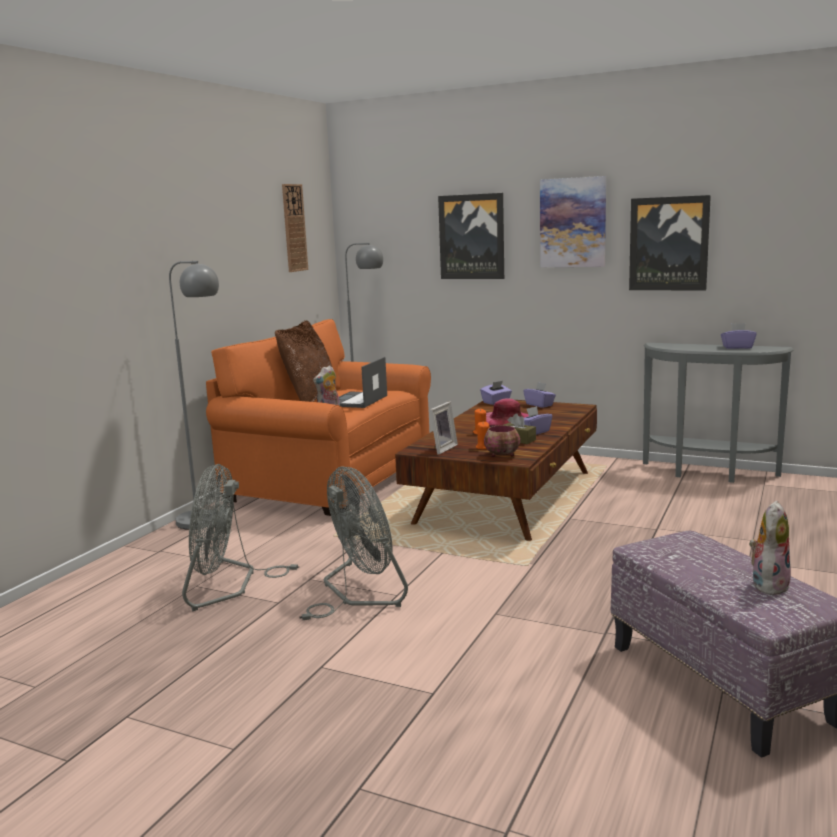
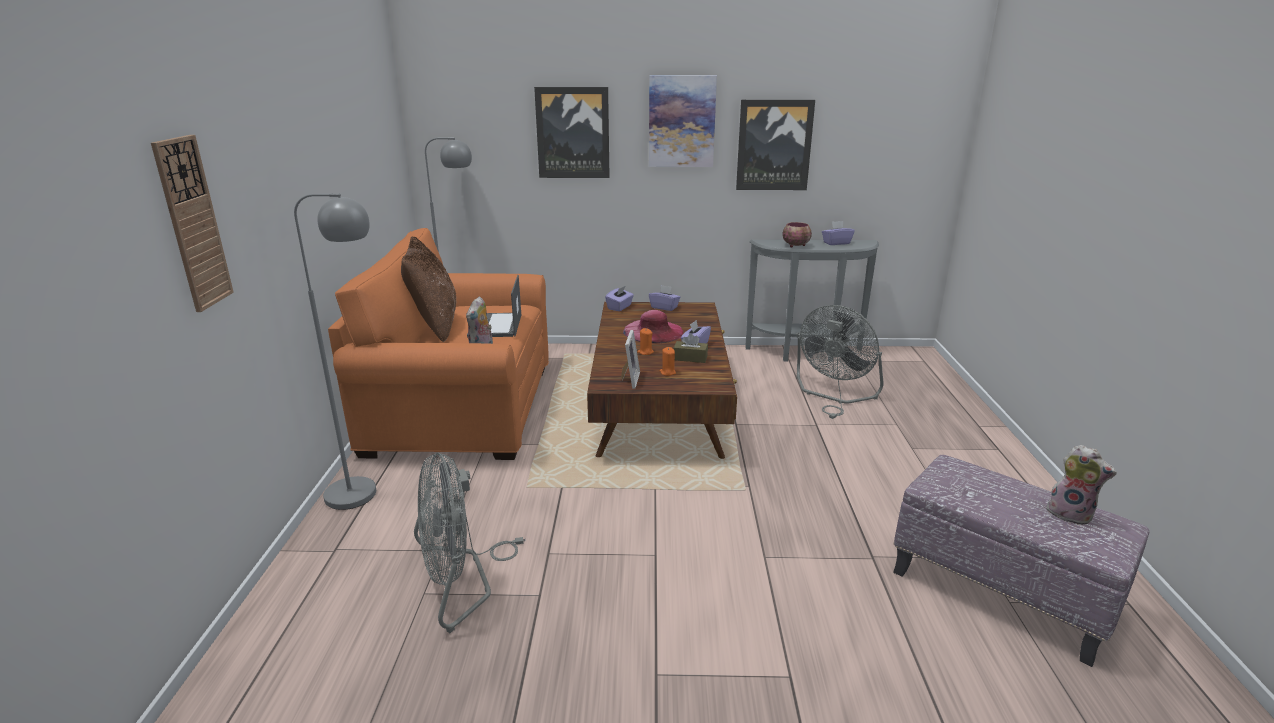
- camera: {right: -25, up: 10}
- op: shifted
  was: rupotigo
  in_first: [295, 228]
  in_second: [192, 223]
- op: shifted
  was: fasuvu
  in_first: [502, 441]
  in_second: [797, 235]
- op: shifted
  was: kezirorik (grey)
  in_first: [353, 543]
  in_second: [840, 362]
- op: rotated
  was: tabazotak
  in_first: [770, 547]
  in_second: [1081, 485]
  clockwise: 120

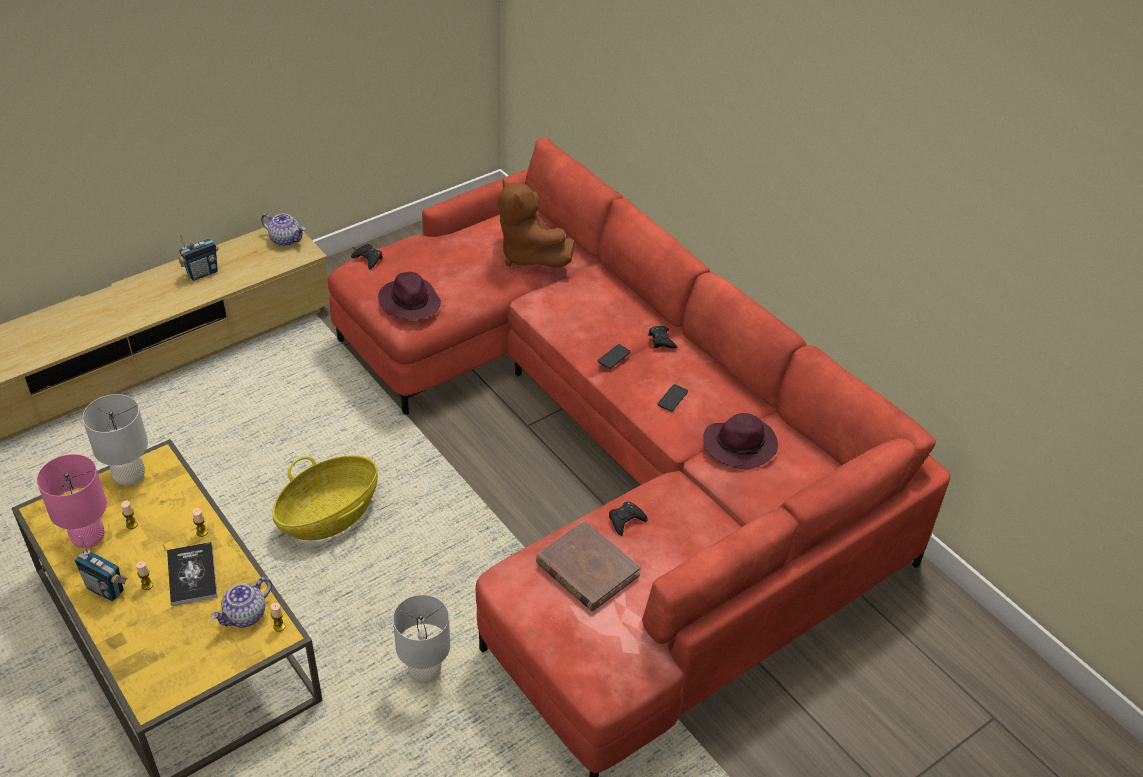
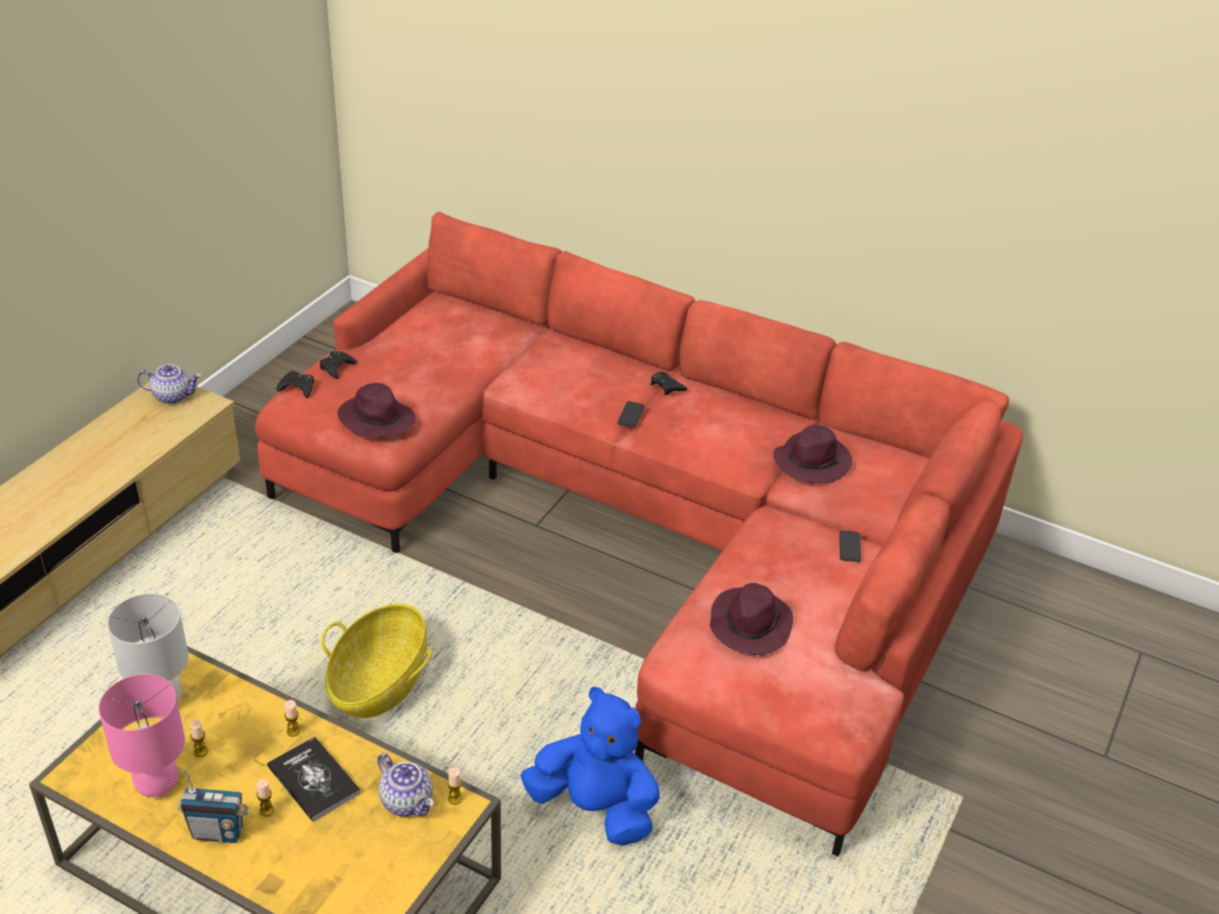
- camera: {right: -25, up: -5}
- op: gone
  was: tabazotak (brown)
  in_first: [536, 223]
- op: gone
  was: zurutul
  in_first: [198, 257]
- op: shifted
  was: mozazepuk
  in_first: [673, 397]
  in_second: [850, 546]
- op: shifted
  was: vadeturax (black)
  in_first: [628, 519]
  in_second: [338, 365]
- op: swapped
  was: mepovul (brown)
  now: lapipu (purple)
  in_first: [588, 565]
  in_second: [751, 619]
- op: rotated
  was: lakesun
  in_first: [241, 602]
  in_second: [405, 785]
  clockwise: -60
- op: swapped
  was: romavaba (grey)
  now: tabazotak (blue)
  in_first: [421, 639]
  in_second: [590, 766]

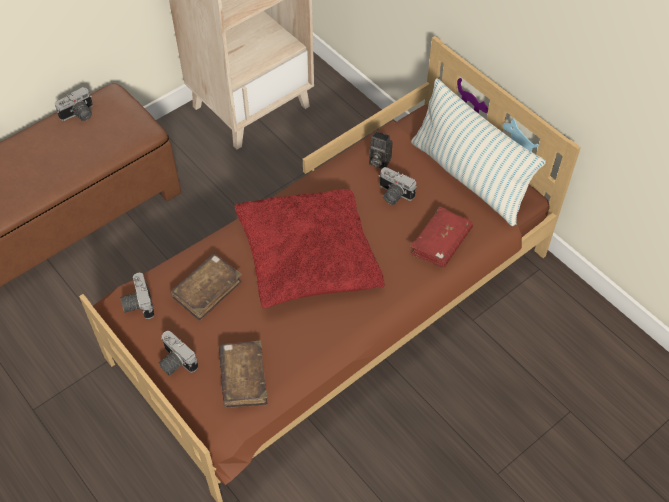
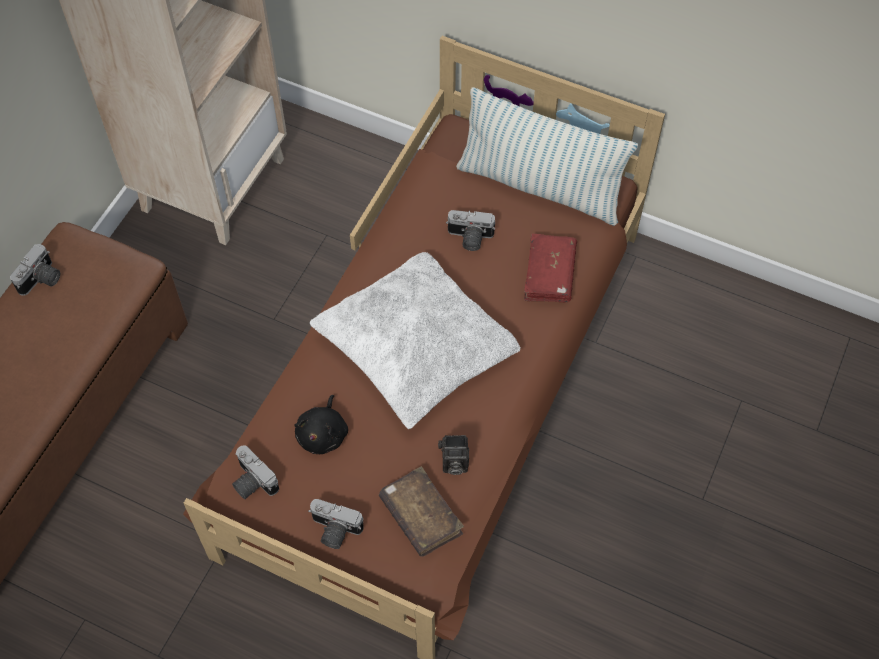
- camera: {right: -25, up: 5}
- op: shifted
  was: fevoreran
  in_first: [381, 150]
  in_second: [453, 455]
- op: repainted
  was: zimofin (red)
  now: zimofin (white)
  in_first: [310, 248]
  in_second: [415, 340]
- op: swapped
  was: mepovul (brown)
  now: tabazotak (black)
  in_first: [206, 287]
  in_second: [321, 424]

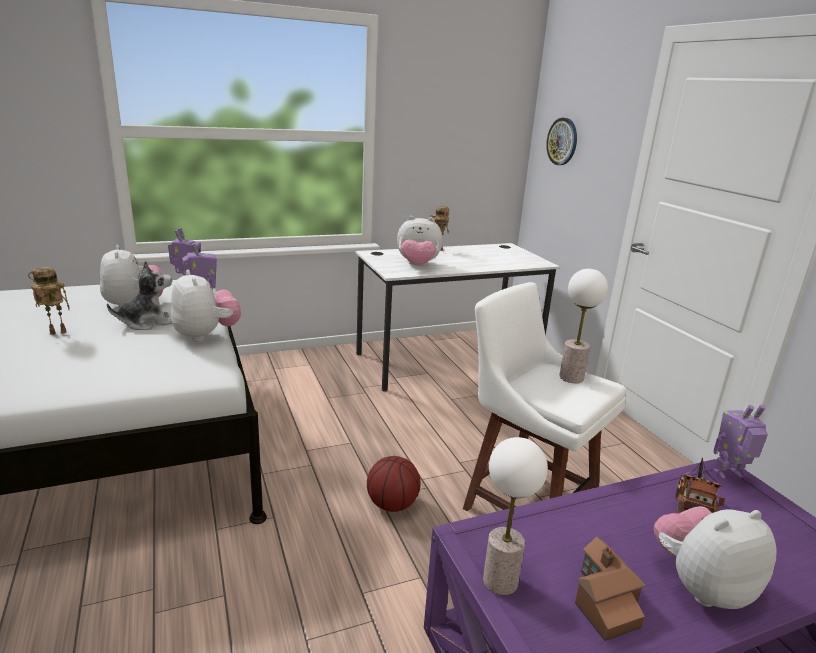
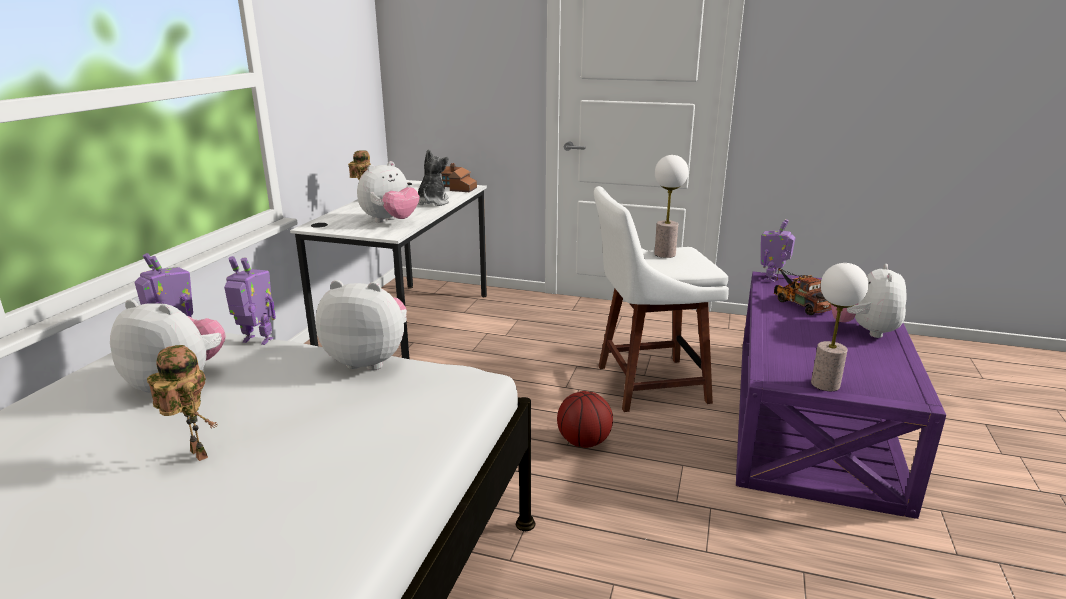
- camera: {right: -50, up: 0}
- op: gone
  was: rupotigo
  in_first: [561, 141]
- op: shifted
  was: tabazotak
  in_first: [139, 295]
  in_second: [433, 177]
- op: rotated
  was: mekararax
  in_first: [49, 301]
  in_second: [182, 403]
  clockwise: 120
- op: shifted
  was: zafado
  in_first: [610, 588]
  in_second: [459, 177]

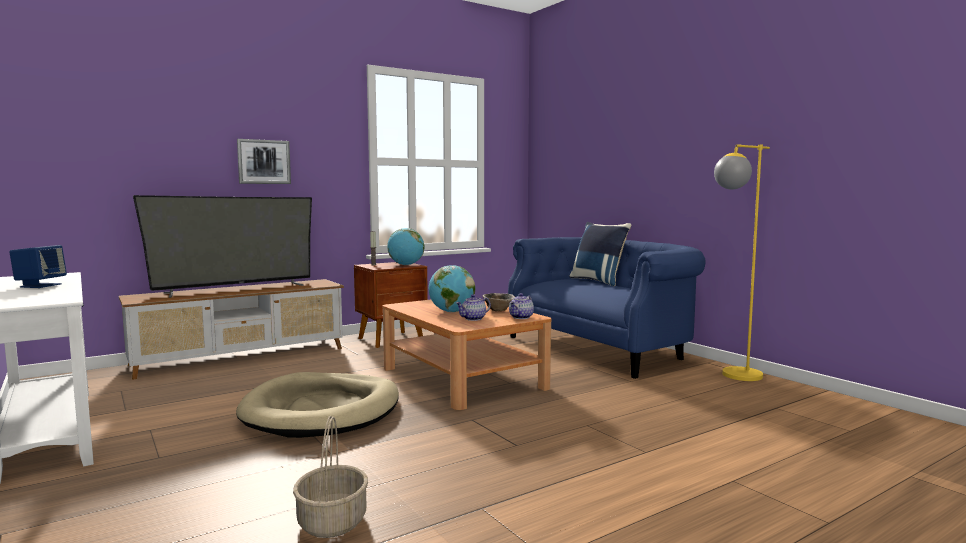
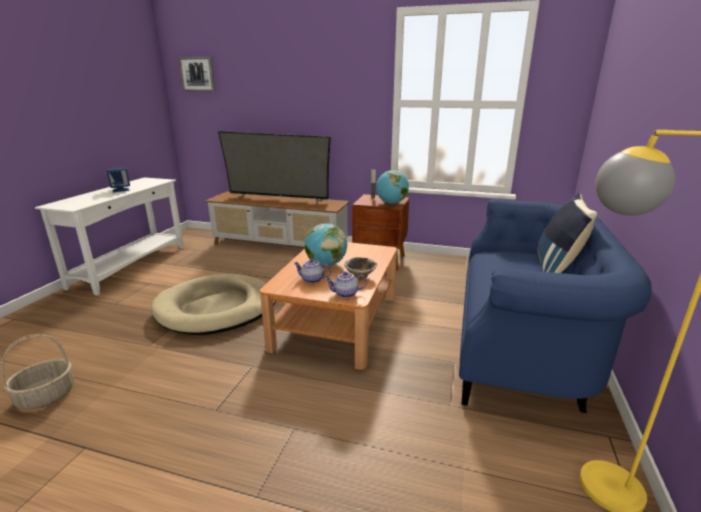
- camera: {right: 50, up: 15}
- op: shifted
  was: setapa
  in_first: [264, 161]
  in_second: [196, 74]

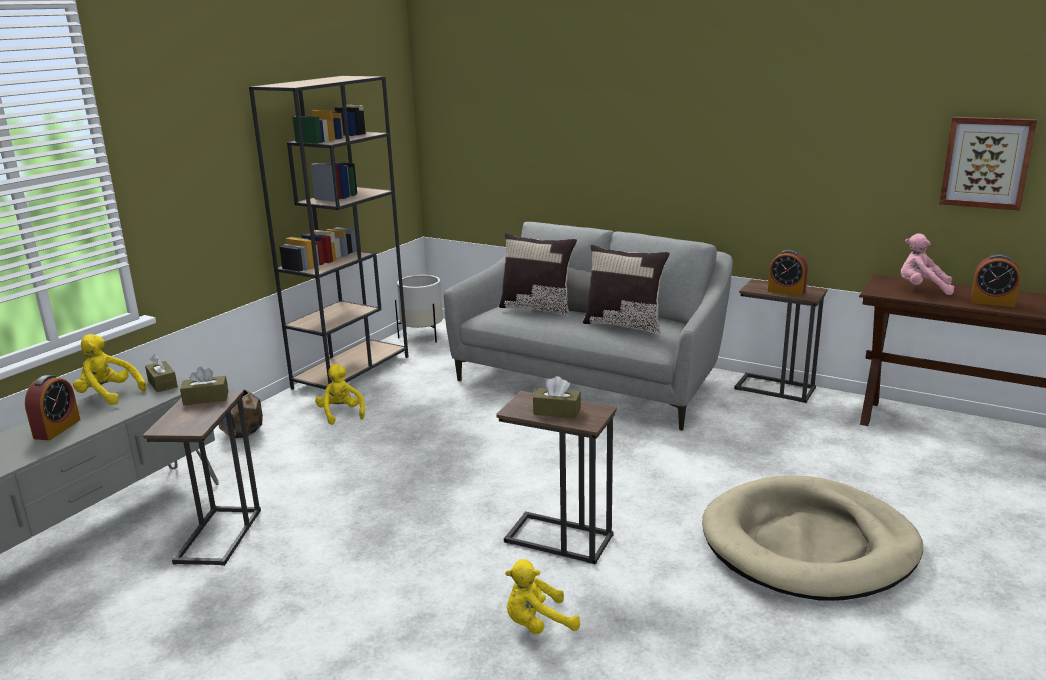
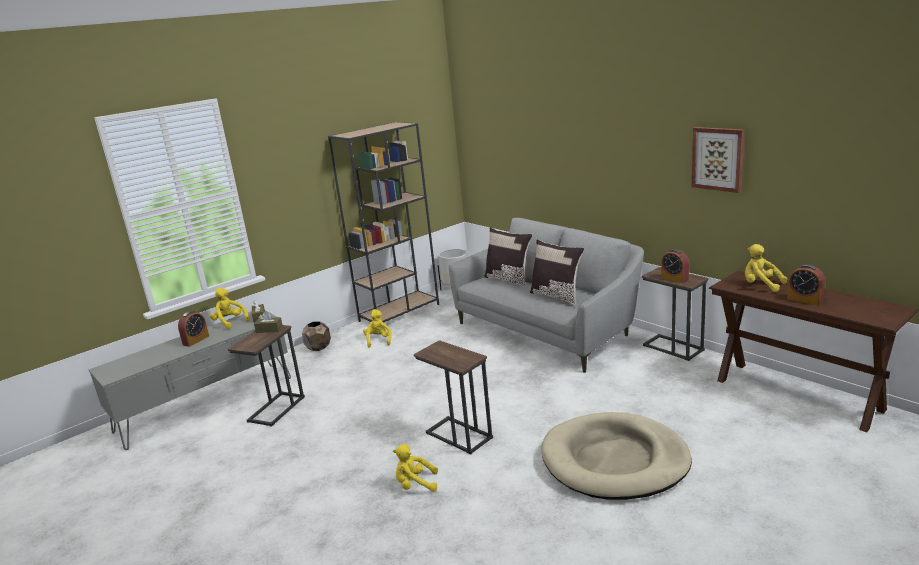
- camera: {right: 20, up: 0}
- op: shifted
  was: setapa
  in_first: [988, 164]
  in_second: [718, 160]
- op: repainted
  was: tabazotak (pink)
  now: tabazotak (yellow)
  in_first: [928, 264]
  in_second: [766, 268]
- op: gone
  was: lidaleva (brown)
  in_first: [557, 397]

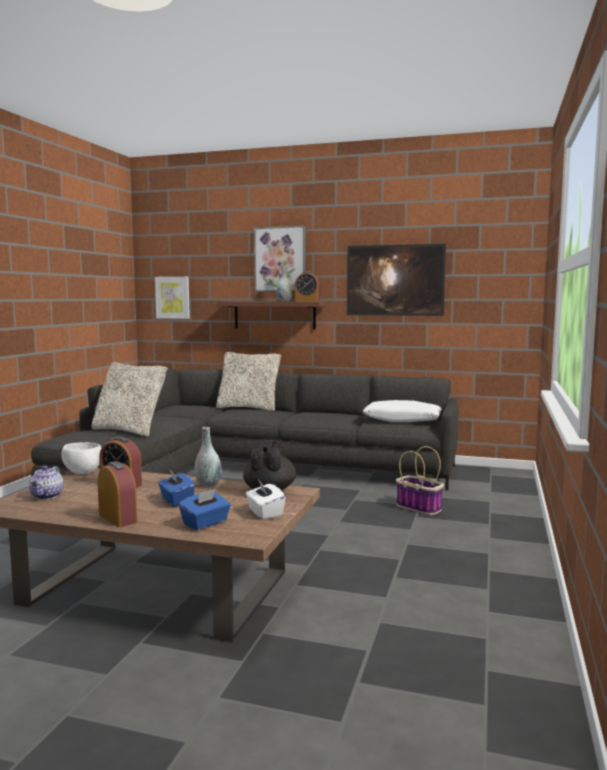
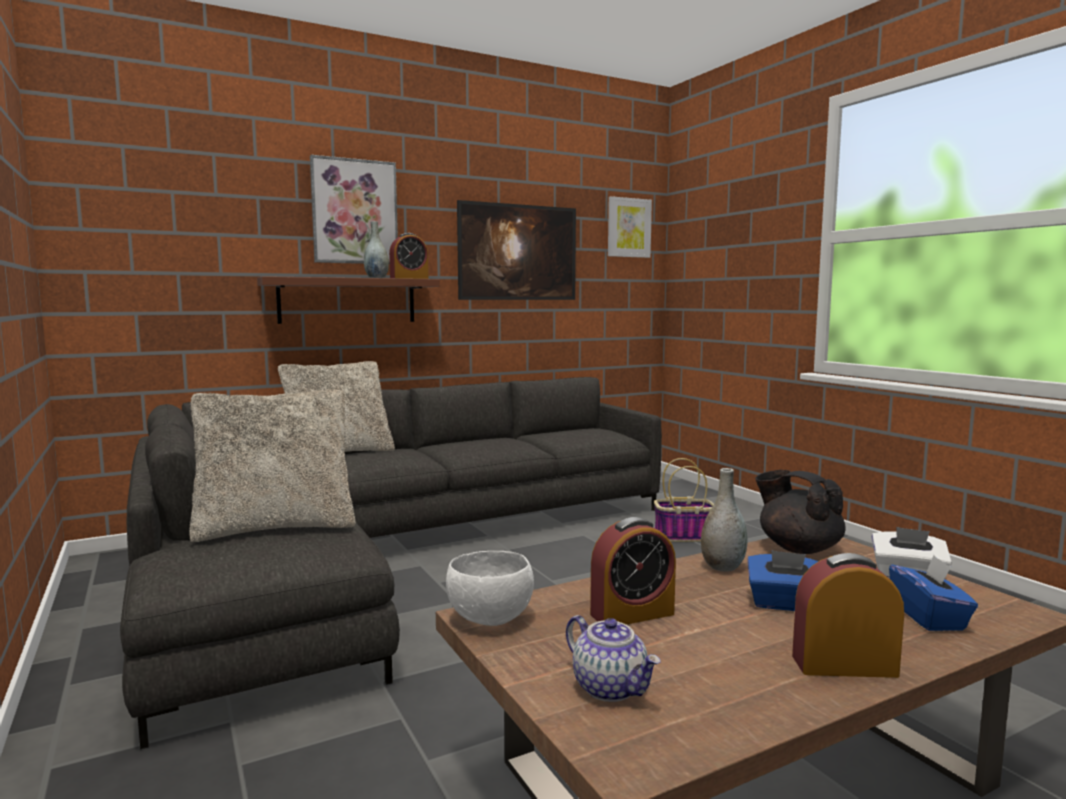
- camera: {right: -45, up: 0}
- op: shifted
  was: setapa
  in_first: [172, 298]
  in_second: [630, 227]
- op: gone
  was: zimofin (white)
  in_first: [402, 411]

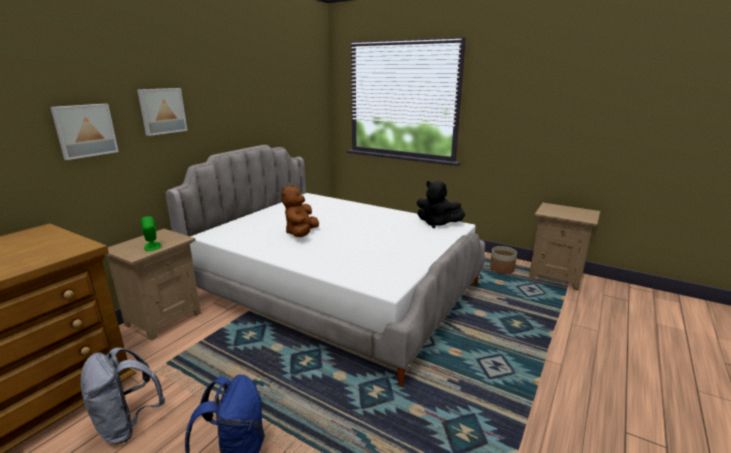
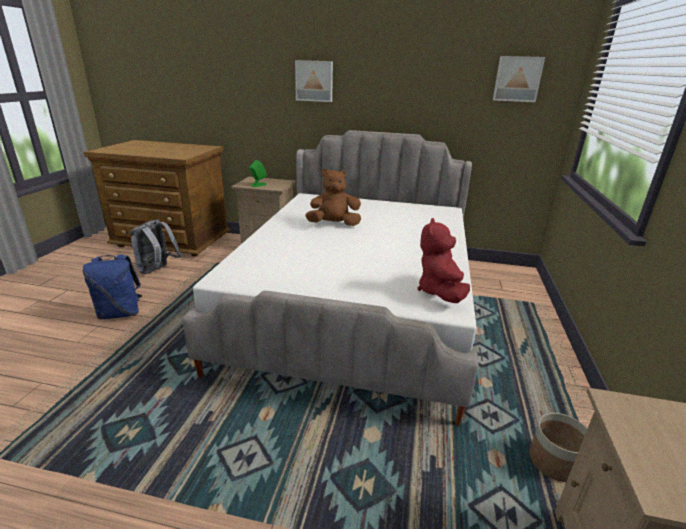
- camera: {right: 70, up: 5}
- op: shifted
  was: setapa
  in_first: [84, 132]
  in_second: [519, 79]
- op: repainted
  was: tabazotak (black)
  now: tabazotak (red)
  in_first: [441, 204]
  in_second: [443, 260]

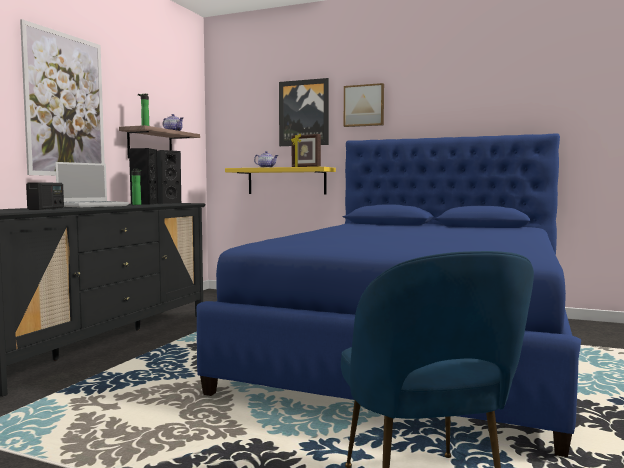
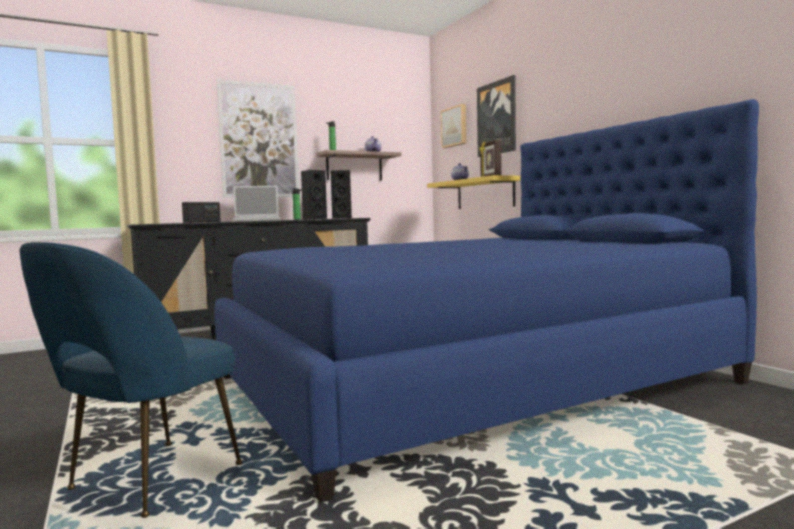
- camera: {right: 40, up: 0}
- op: shifted
  was: setapa
  in_first: [364, 105]
  in_second: [453, 126]

